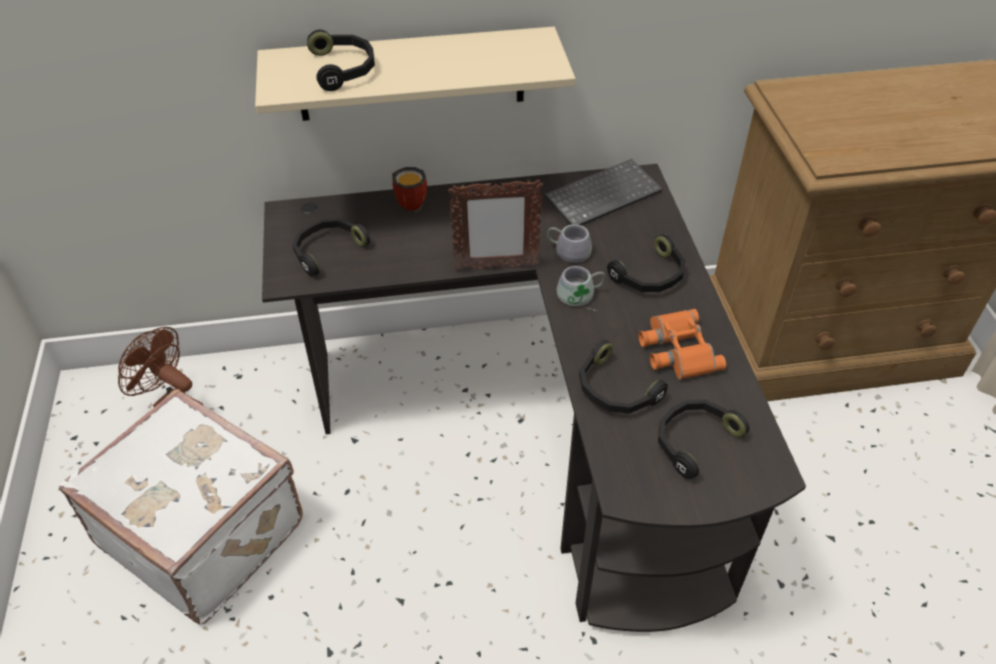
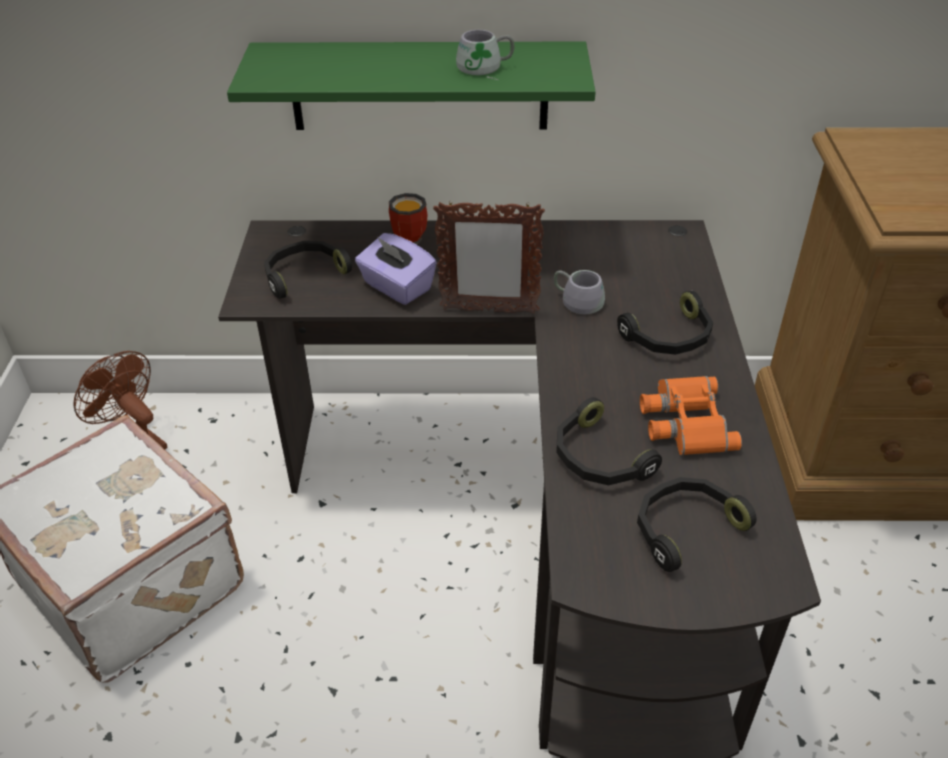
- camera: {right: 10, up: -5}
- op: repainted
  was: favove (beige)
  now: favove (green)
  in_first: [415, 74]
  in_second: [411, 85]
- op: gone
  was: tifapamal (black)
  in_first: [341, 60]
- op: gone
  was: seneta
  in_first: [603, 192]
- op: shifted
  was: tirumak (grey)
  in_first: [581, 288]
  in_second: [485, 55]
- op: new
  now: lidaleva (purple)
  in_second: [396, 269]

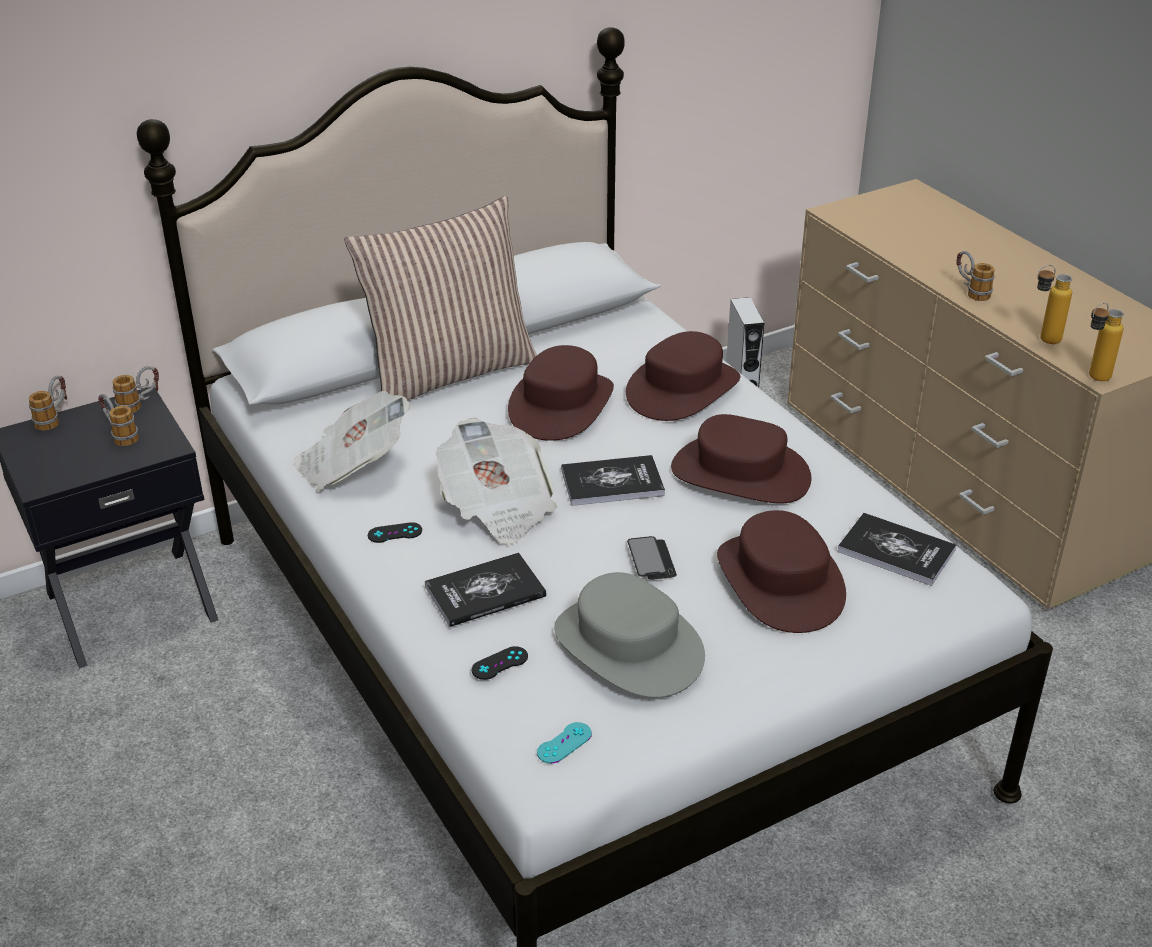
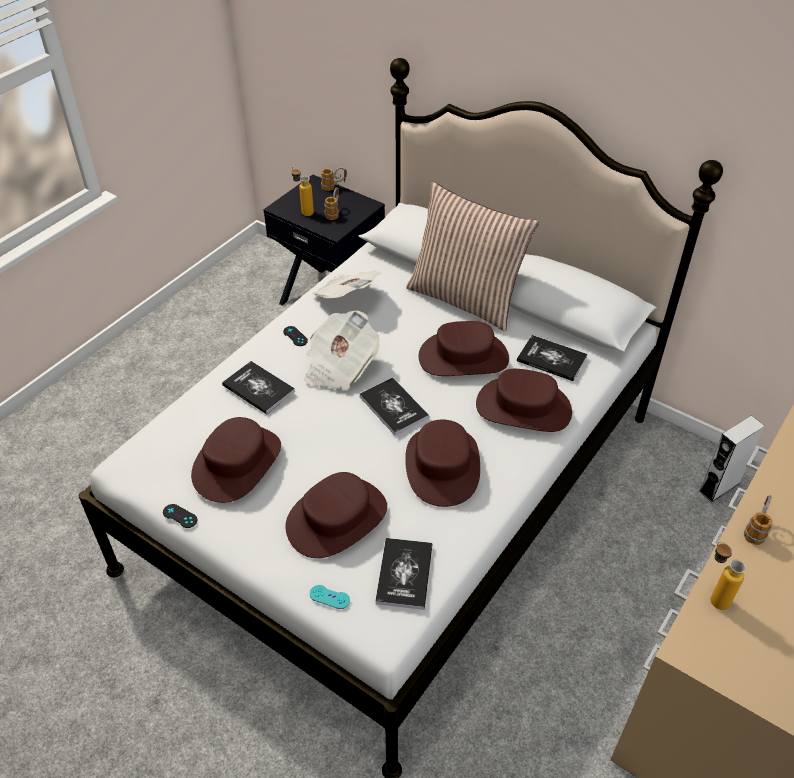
- camera: {right: 65, up: 10}
- op: shifted
  was: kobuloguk
  in_first: [1106, 341]
  in_second: [303, 191]
- op: gone
  was: tirumak
  in_first: [135, 389]
- op: gone
  was: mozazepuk
  in_first: [652, 558]
- op: repainted
  was: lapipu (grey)
  now: lapipu (brown)
  in_first: [629, 635]
  in_second: [236, 460]
- op: shifted
  was: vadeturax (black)
  in_first: [500, 663]
  in_second: [180, 516]
- op: shifted
  was: vadeturax (turquoise)
  in_first: [564, 743]
  in_second: [330, 597]
- op: new
  now: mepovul
  in_second: [552, 358]

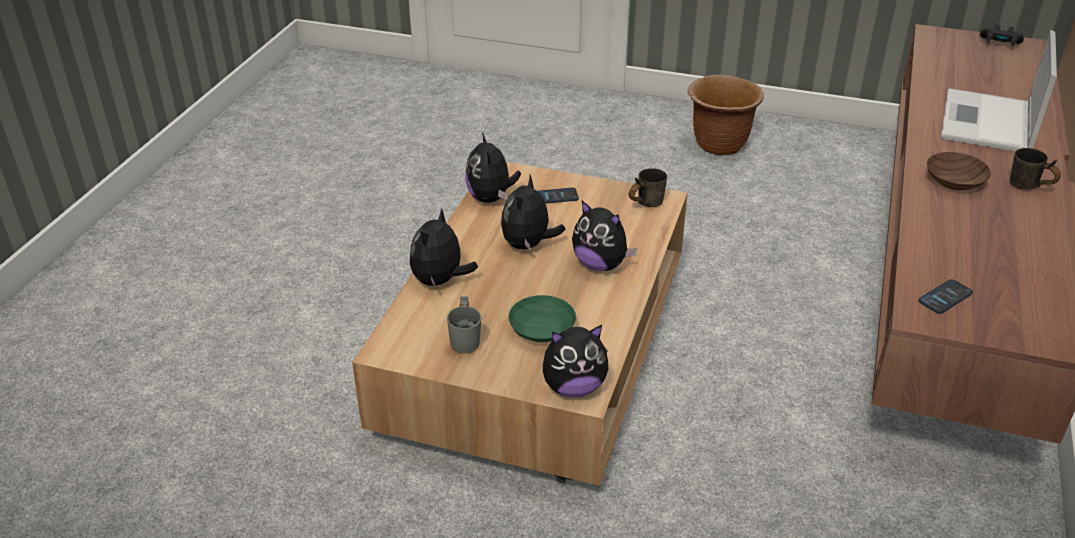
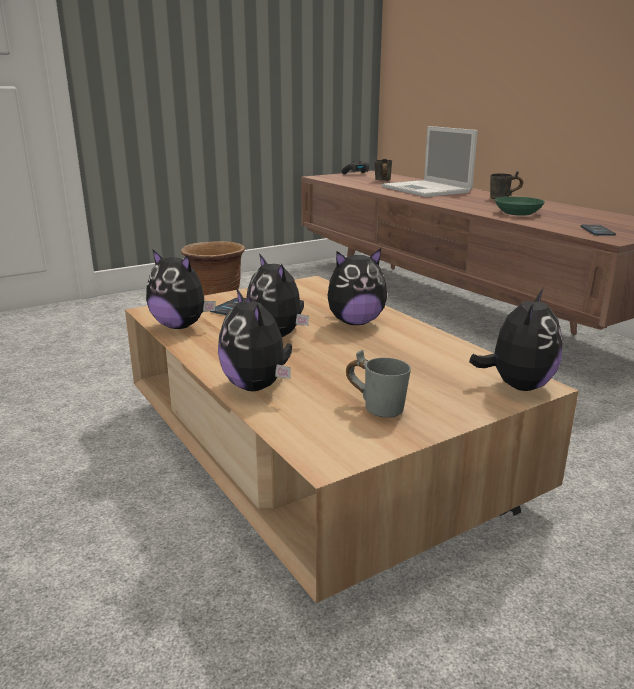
- camera: {right: -50, up: -15}
- op: gone
  was: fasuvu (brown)
  in_first: [959, 171]
- op: shifted
  was: tirumak (grey)
  in_first: [648, 187]
  in_second: [383, 170]
- op: shifted
  was: fasuvu (green)
  in_first: [542, 318]
  in_second: [520, 206]

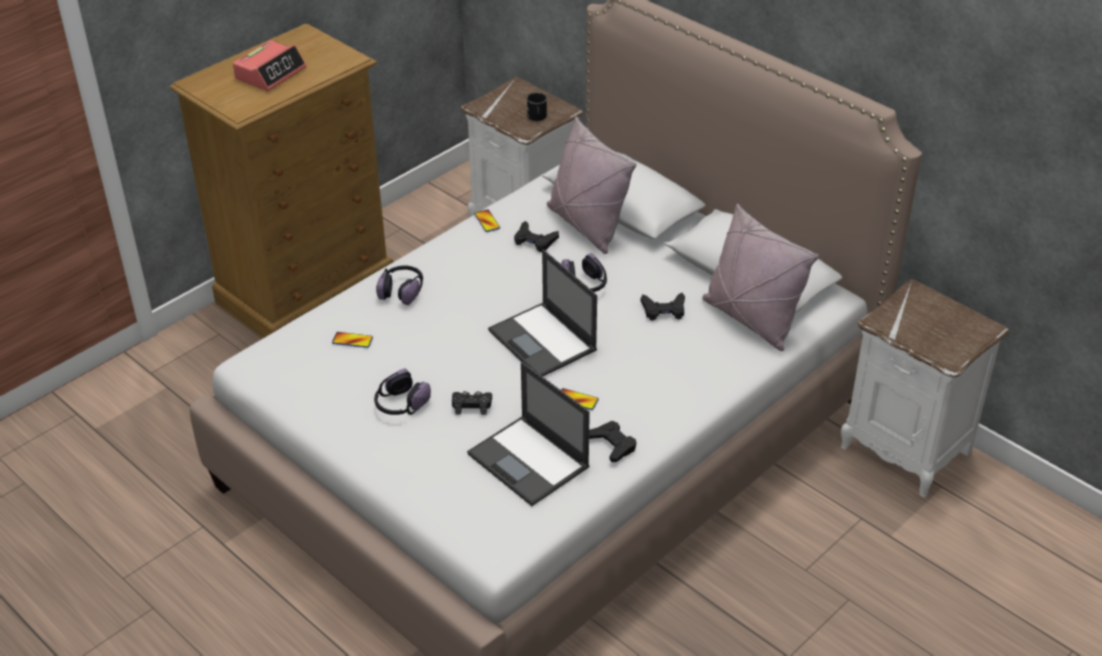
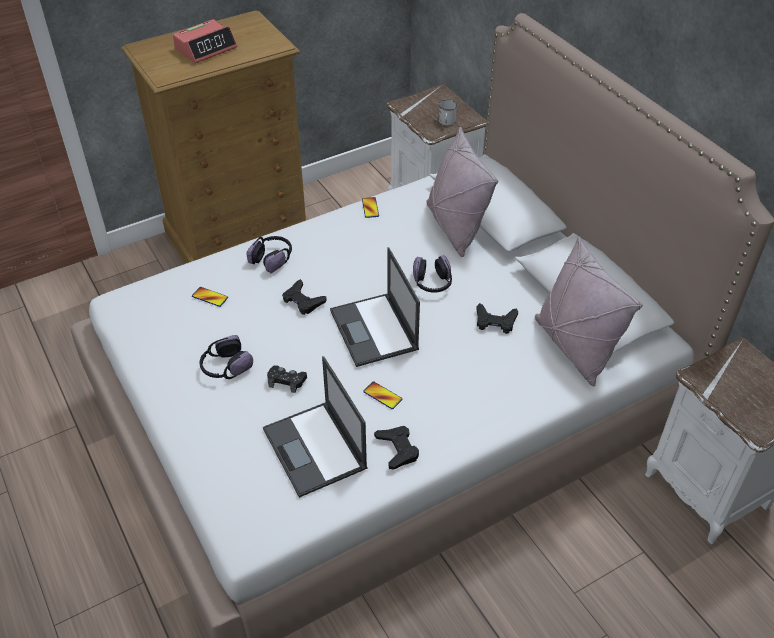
- camera: {right: 15, up: 5}
- op: repainted
  was: tirumak (black)
  now: tirumak (white)
  in_first: [536, 106]
  in_second: [448, 112]
- op: shifted
  was: vadeturax (black)
  in_first: [536, 236]
  in_second: [304, 297]

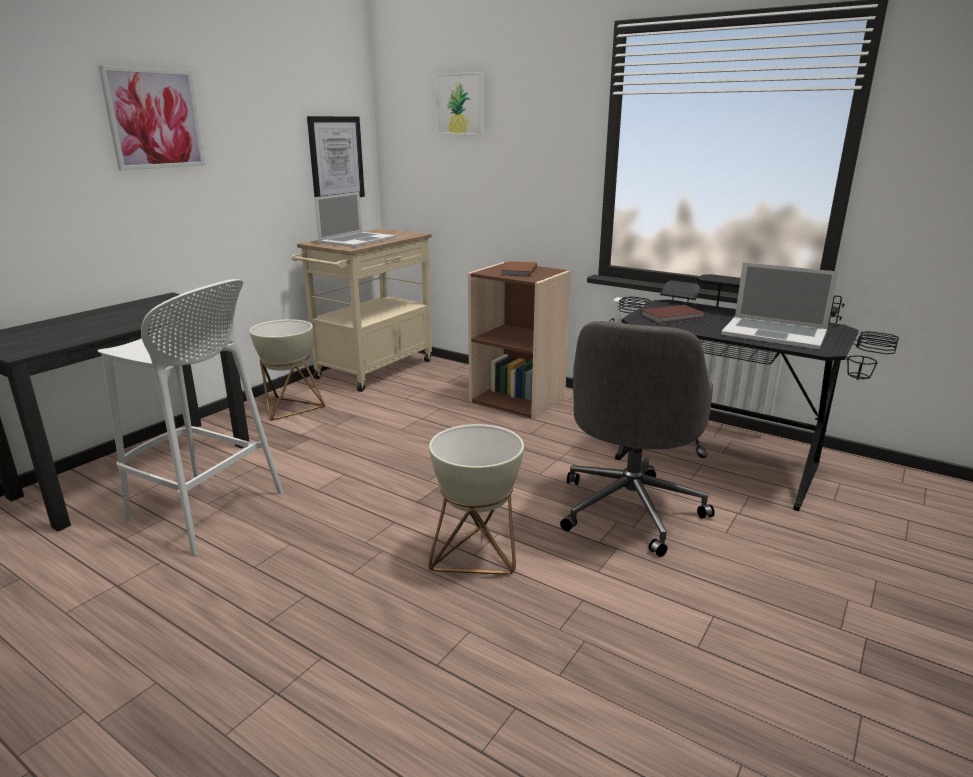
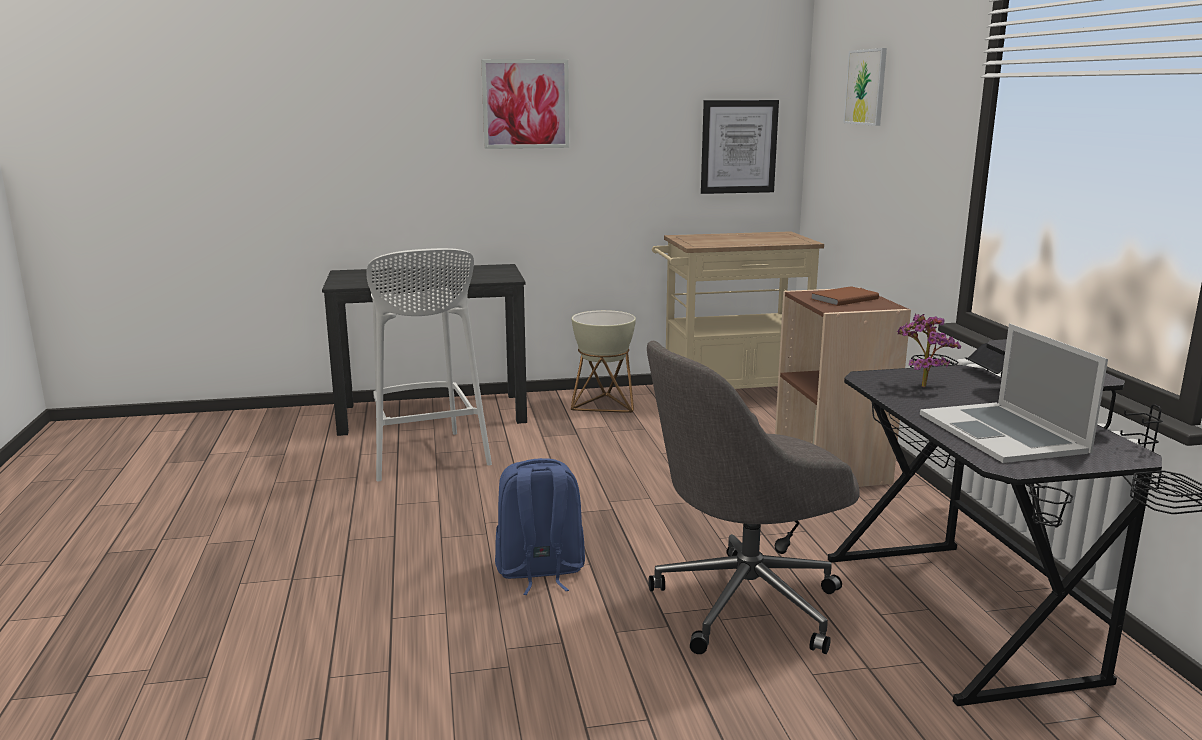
- camera: {right: 45, up: -5}
- op: gone
  was: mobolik
  in_first: [355, 219]
- op: swapped
  was: mepovul (brown)
  now: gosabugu
  in_first: [672, 314]
  in_second: [929, 350]
- op: swapped
  was: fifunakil
  now: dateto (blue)
  in_first: [476, 499]
  in_second: [540, 526]

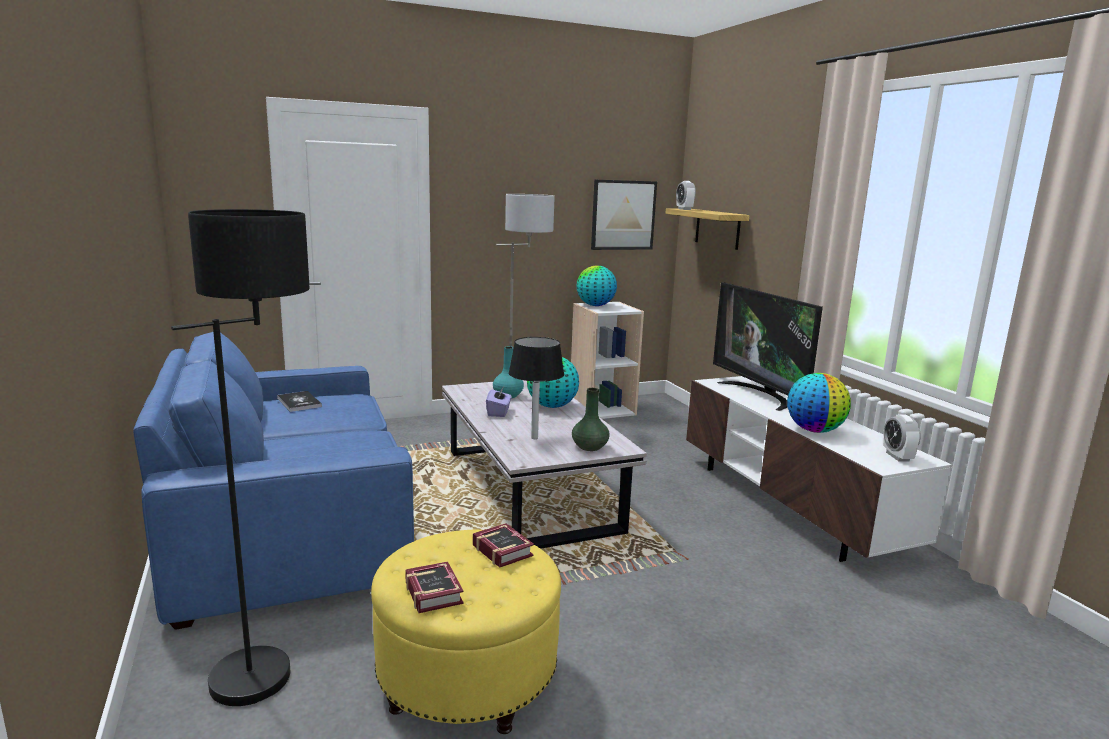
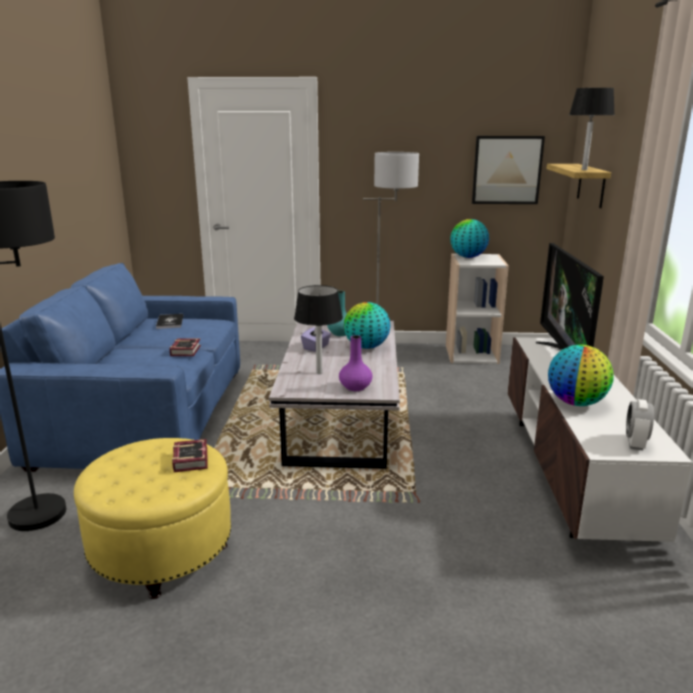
- camera: {right: 25, up: 5}
- op: gone
  was: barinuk
  in_first: [686, 195]
- op: repainted
  was: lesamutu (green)
  now: lesamutu (purple)
  in_first: [591, 419]
  in_second: [356, 363]
- op: shifted
  was: mepovul
  in_first: [434, 587]
  in_second: [185, 347]
- op: new
  now: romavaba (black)
  in_second: [591, 129]

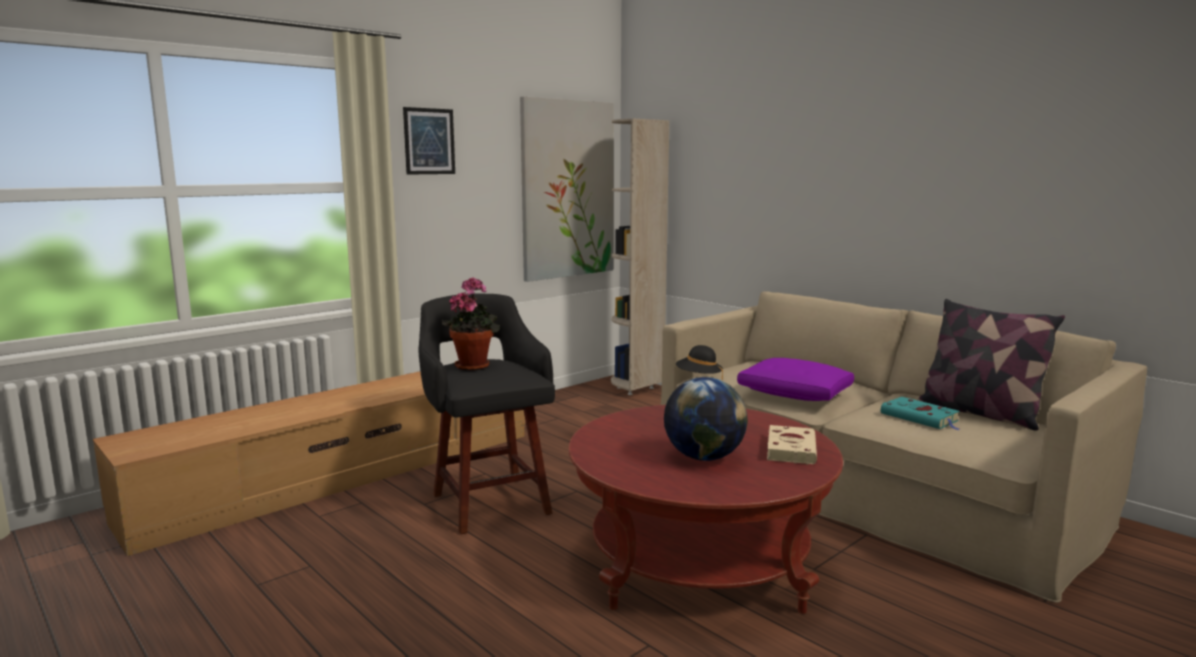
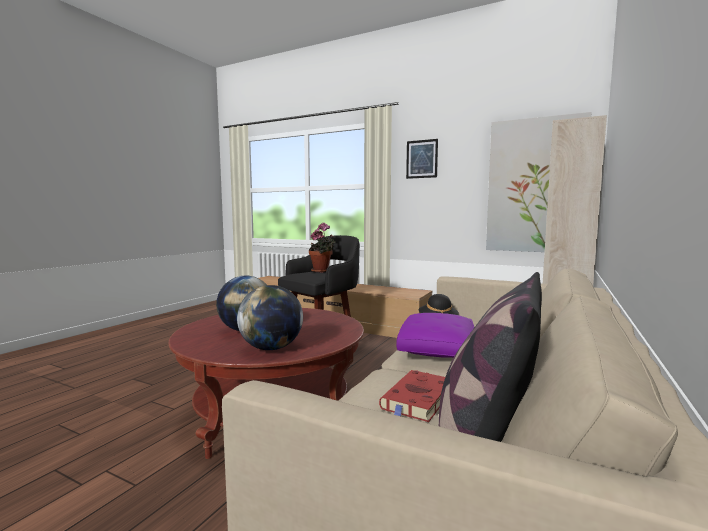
- camera: {right: 70, up: -5}
- op: repainted
  was: mepovul (turquoise)
  now: mepovul (red)
  in_first: [920, 413]
  in_second: [412, 396]
- op: swapped
  was: mepovul (beige)
  now: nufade
  in_first: [792, 445]
  in_second: [270, 317]

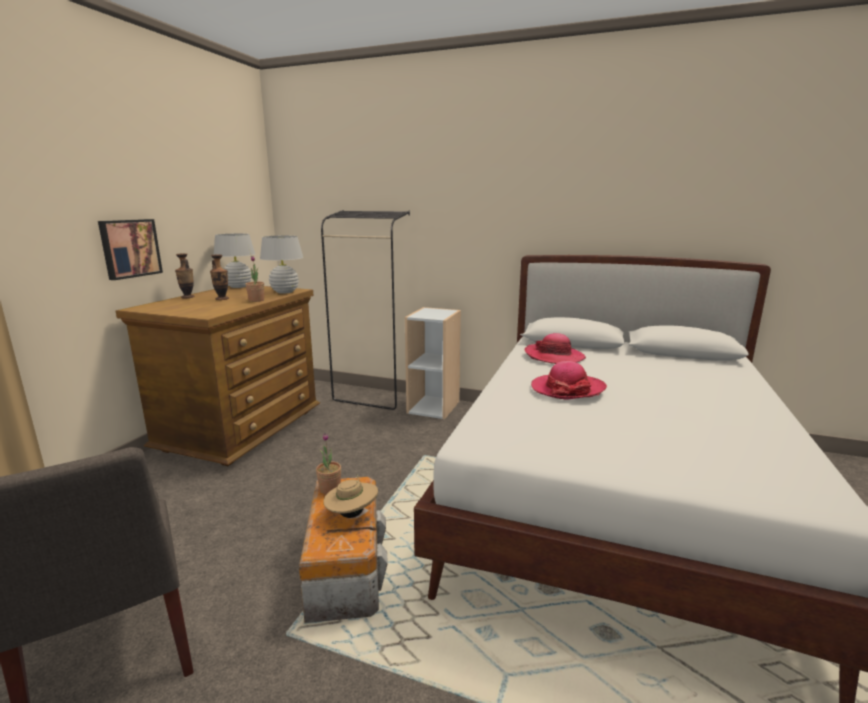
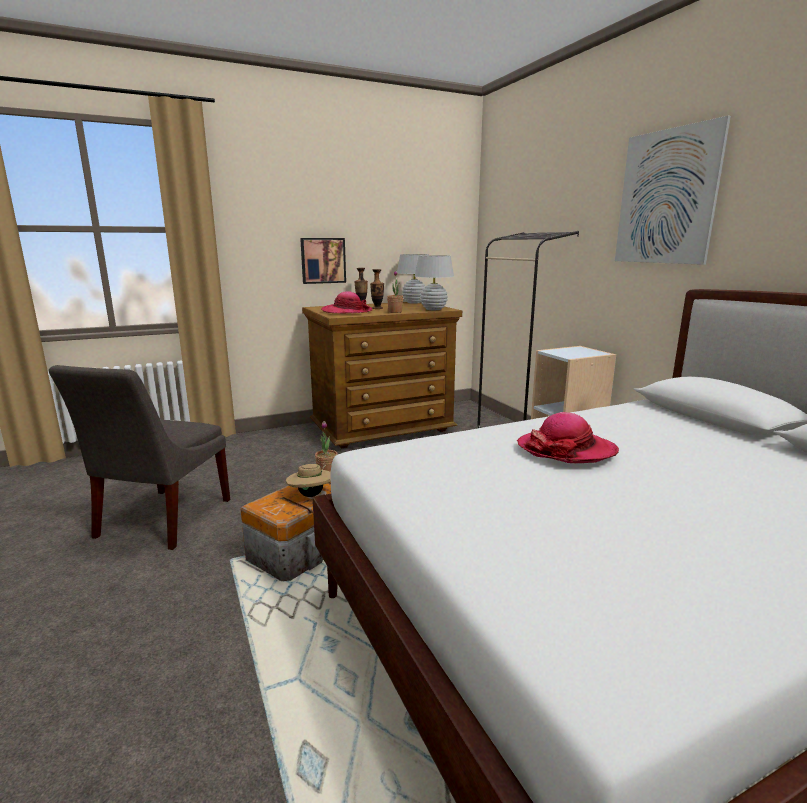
- camera: {right: 45, up: 0}
- op: shifted
  was: lapipu
  in_first: [555, 348]
  in_second: [346, 302]
- op: new
  now: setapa
  in_second: [673, 190]

